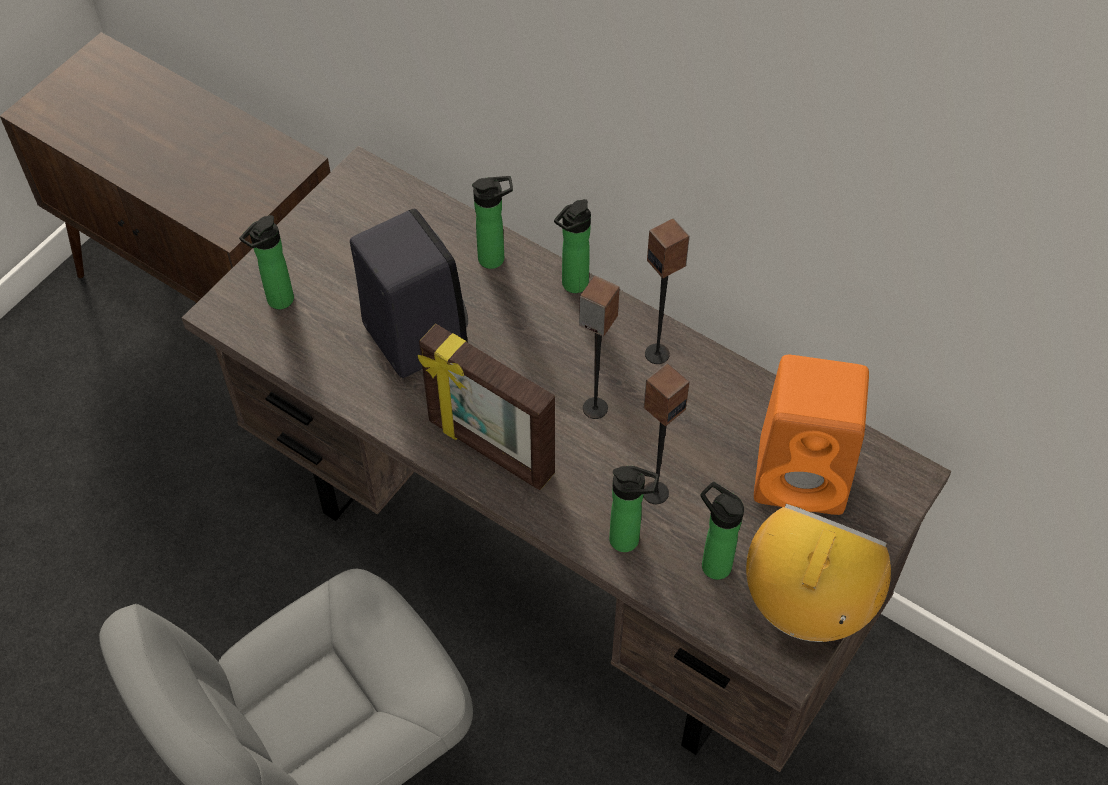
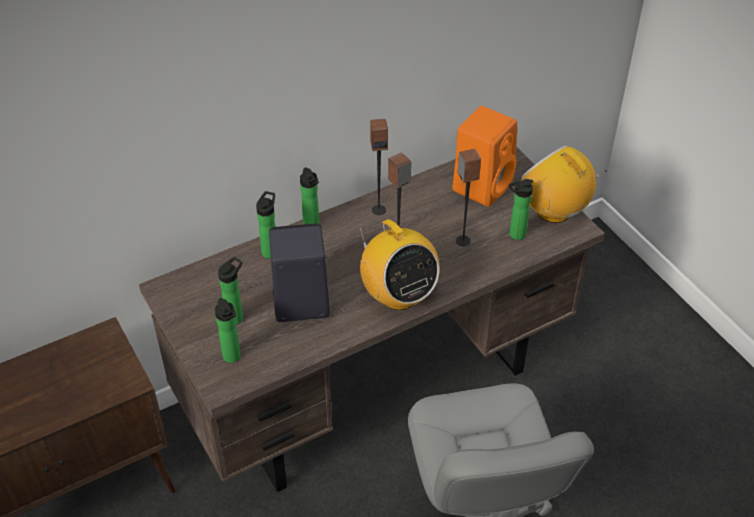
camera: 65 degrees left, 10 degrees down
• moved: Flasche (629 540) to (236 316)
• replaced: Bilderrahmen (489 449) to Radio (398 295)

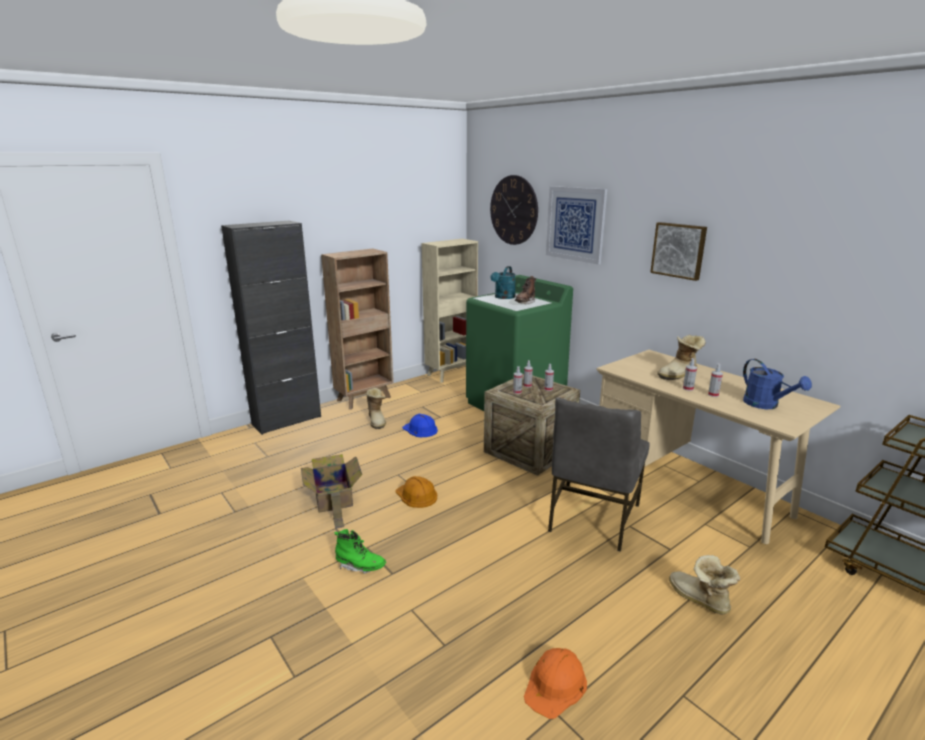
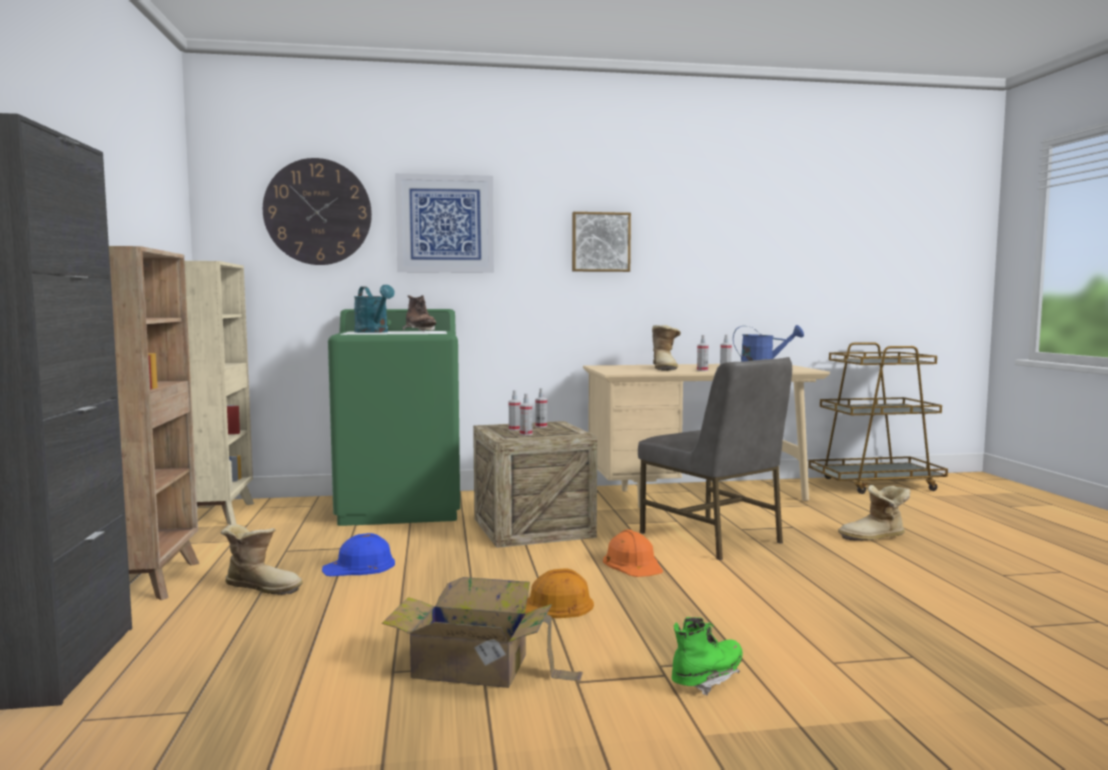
camera: 60 degrees left, 15 degrees down
• moved: Schutzhelm/orange (555 685) to (633 563)

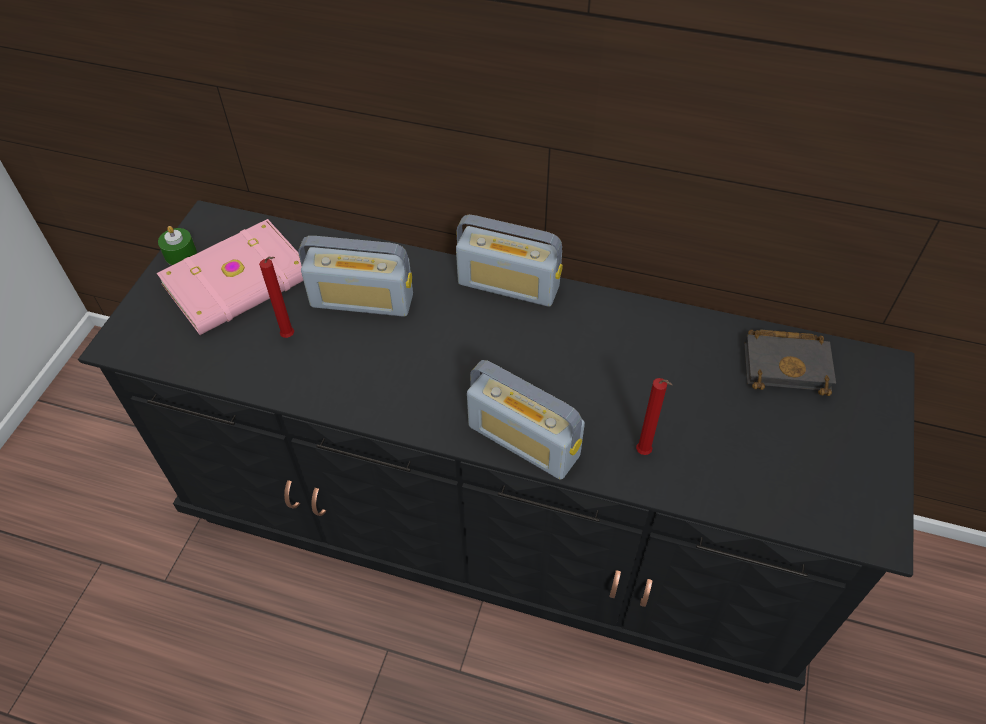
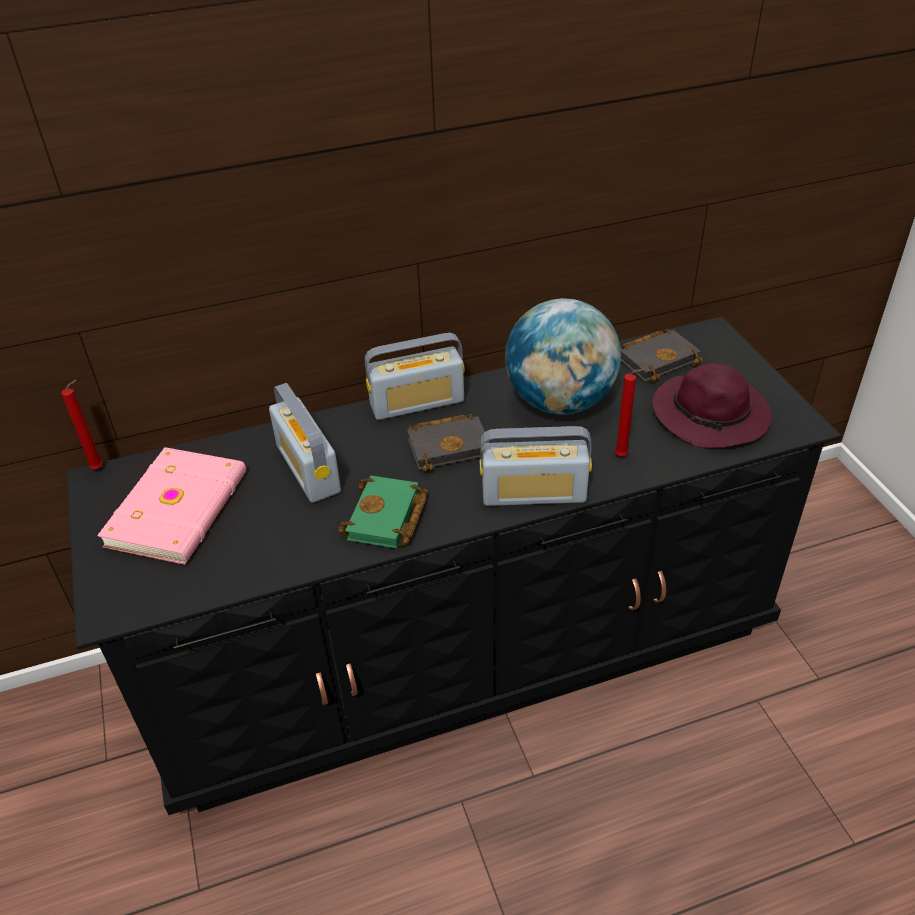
camera: 35 degrees left, 10 degrees down
• moved: Kerze/rot (290 337) to (100 468)
• turned: Radio (362 301) = (308 469) 90 degrees clockwise
• added: Buch/grün (387 519)
• added: Buch/schwarz (450 445)
• added: Globus (560 402)
• added: Hut/lila (712 416)
• removed: Kerze/grün (180 254)

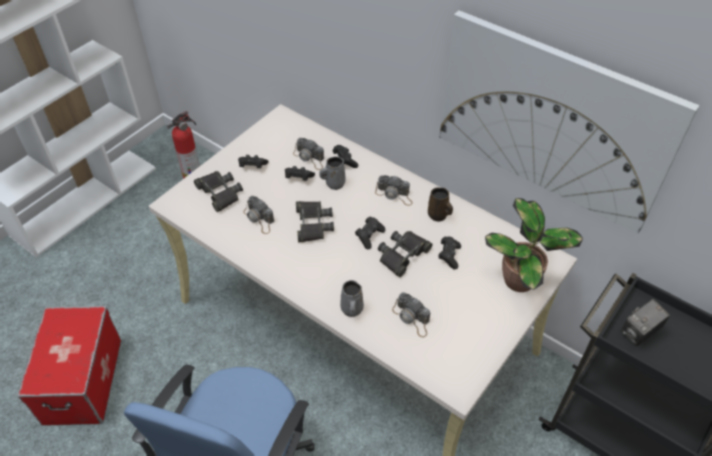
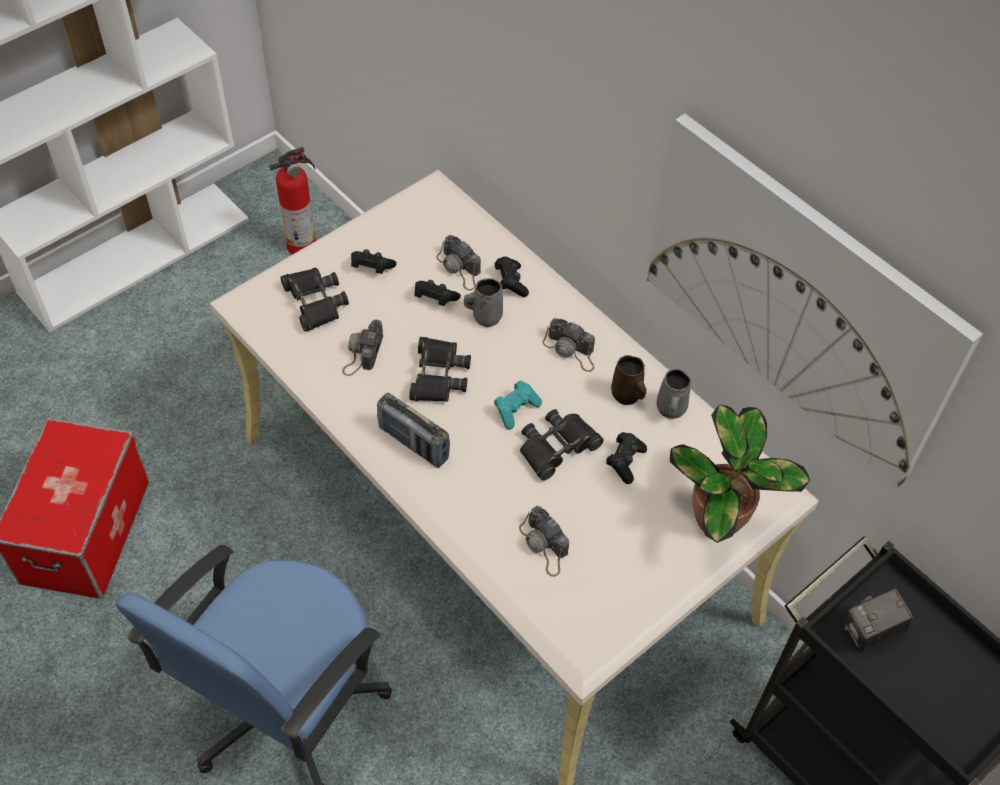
camera: 10 degrees right, 5 degrees up
• turned: Kamera (259 219) = (363 353) 45 degrees clockwise
• added: Radio (413 443)
• recoloured: Gamepad/schwarz (369 236) to Gamepad/türkis (516 409)
• moved: Henkelbecher/grau (351 310) to (670 409)

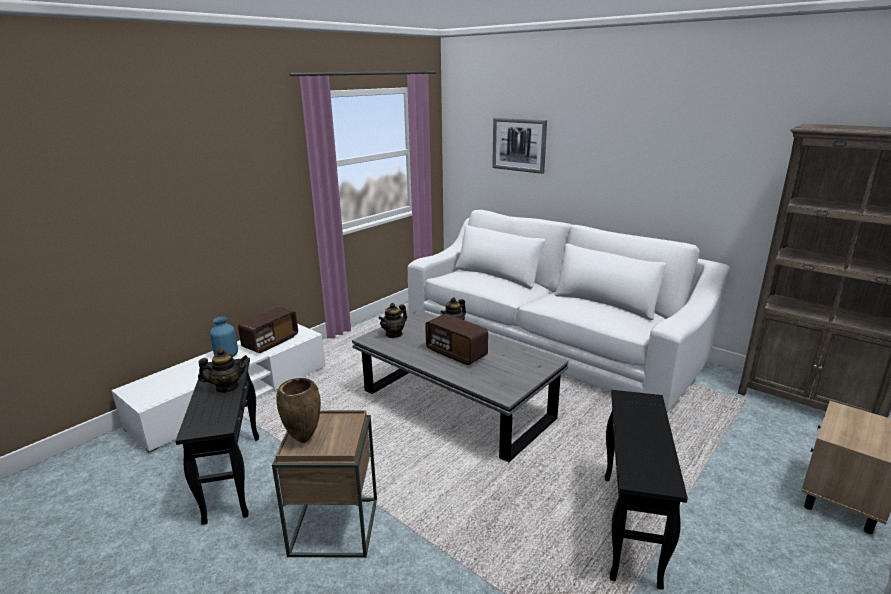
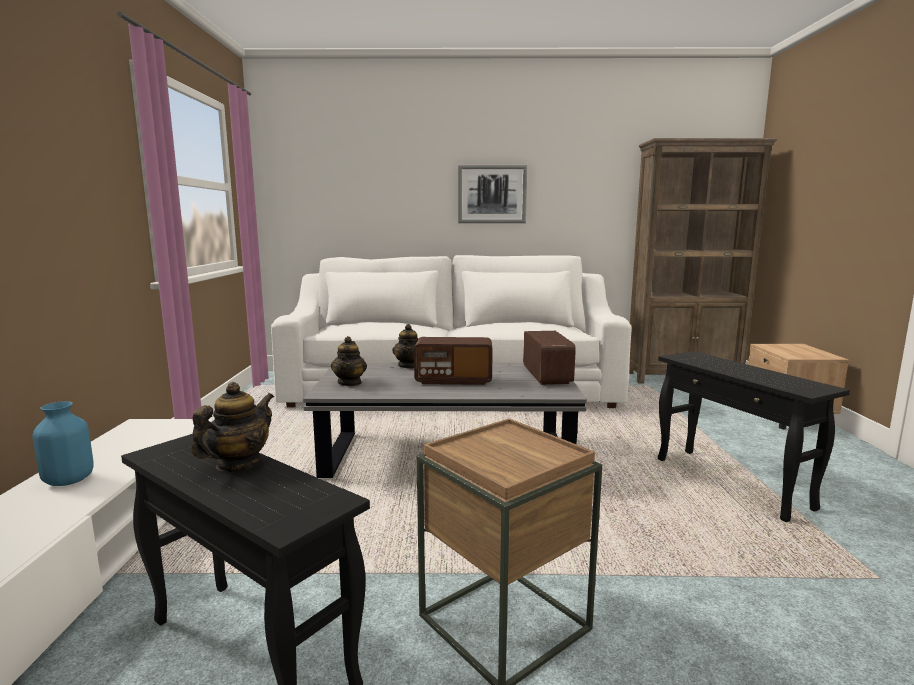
camera: 40 degrees left, 10 degrees down
• moved: Bild (519 145) to (492 194)
• moved: Radio (271 342) to (546 375)
• removed: Vase/braun (303 440)

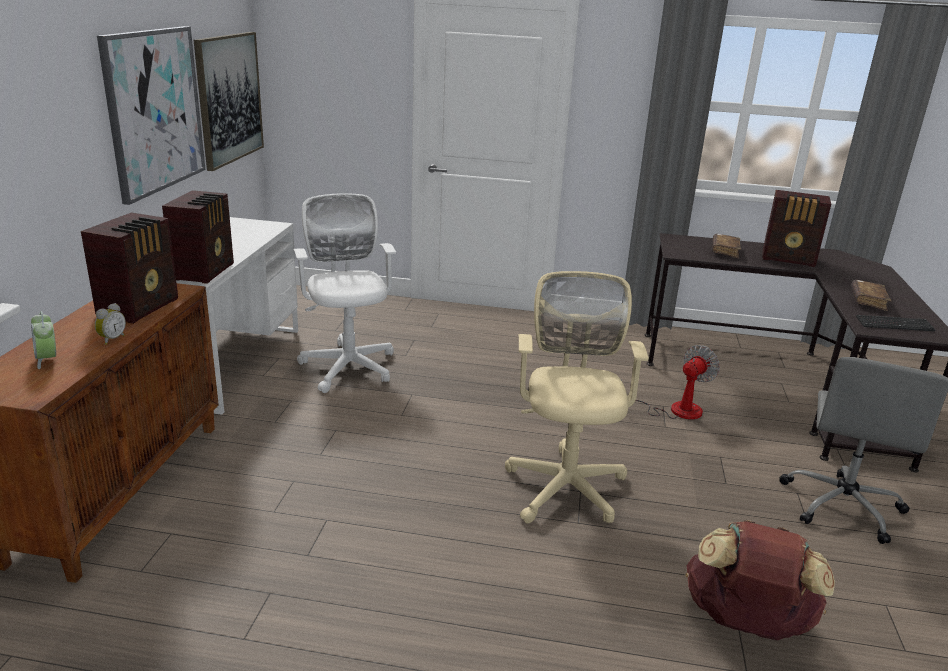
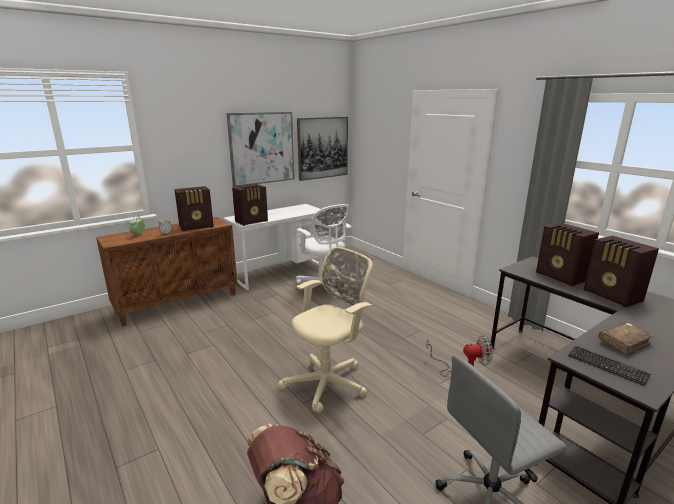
camera: 45 degrees right, 5 degrees down
• turned: Bürostuhl/weiß (348 364) = (323 288) 120 degrees clockwise
• replaced: Buch/braun (725 251) to Radio (561 277)

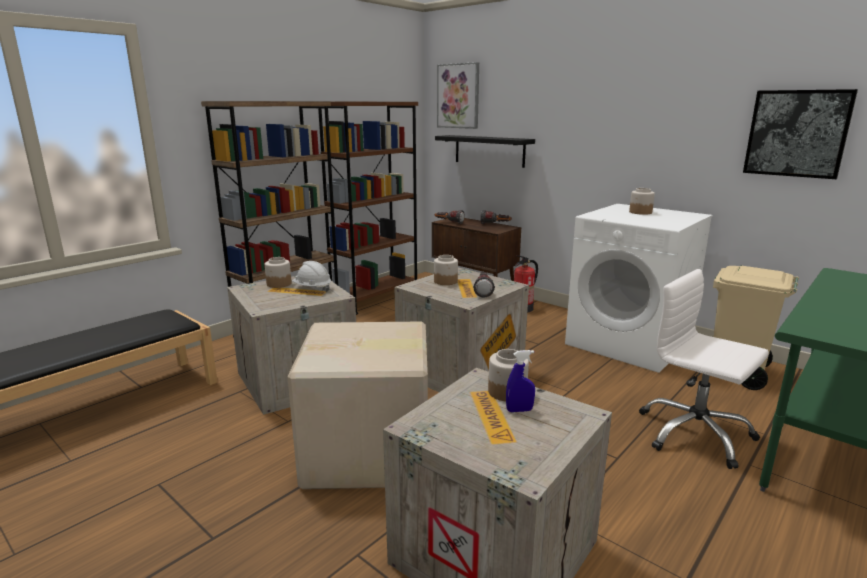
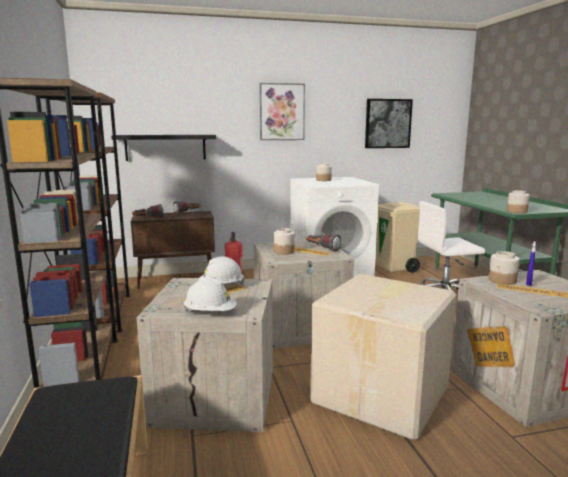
camera: 55 degrees left, 5 degrees down
• added: Schutzhelm/weiß (210 313)
• moved: Bild (458 96) to (282 112)
• moved: Vorratsglas (278 284) to (516 211)

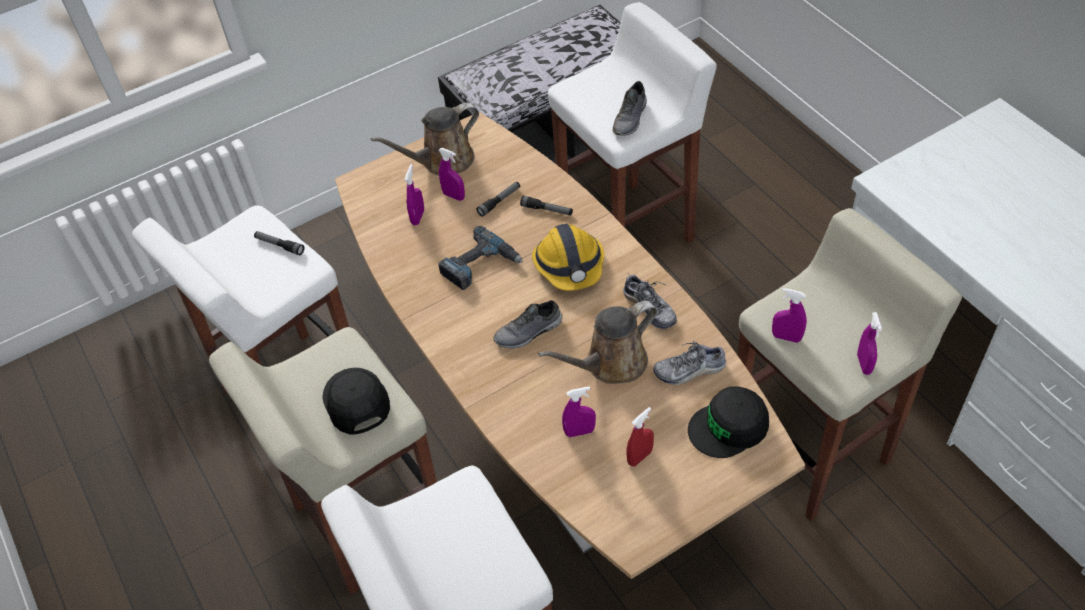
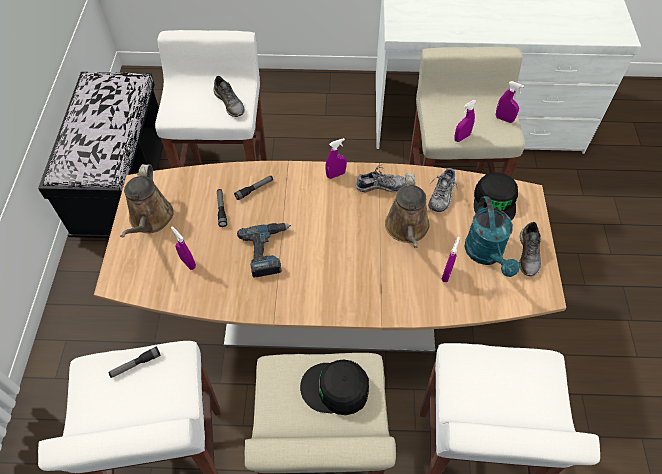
camera: 60 degrees left, 5 degrees up
• moved: Sprühflasche/lila (454 196) to (336 175)
• replaced: Sprühflasche/rot (640 457) to Gießkanne/türkis (486 255)
• moved: Schuh/grau (529 332) to (529 254)
• removed: Schutzhelm (570 265)

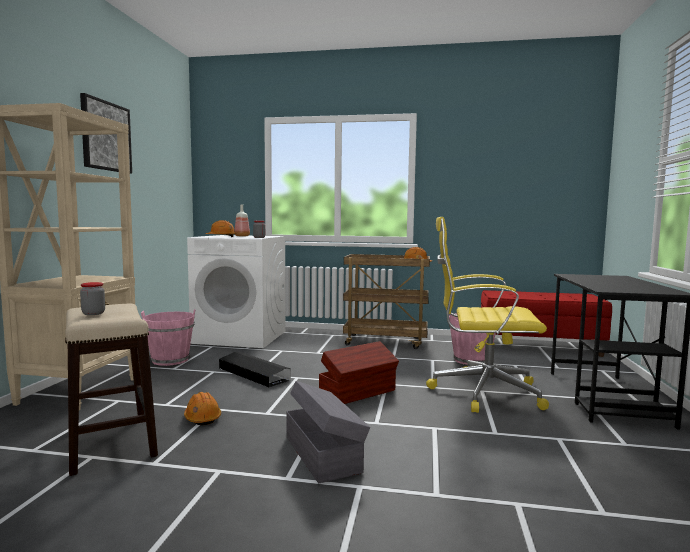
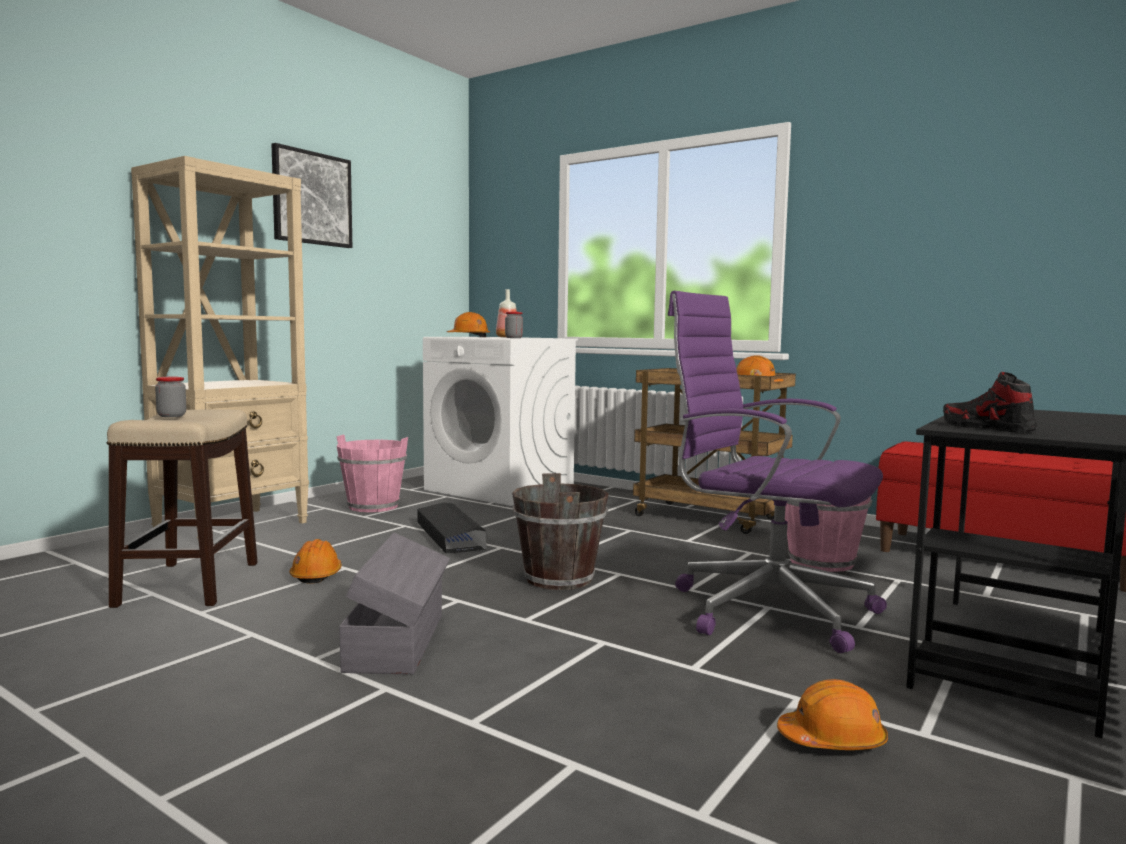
camera: 25 degrees right, 0 degrees up
• replaced: Aufbewahrungsbox/braun (359 393) to Eimer/braun (559 579)
• recoloured: Bürostuhl/gelb (482 392) to Bürostuhl/lila (766 608)
• added: Schutzhelm/orange (832 740)
• added: Schuh (987 428)

